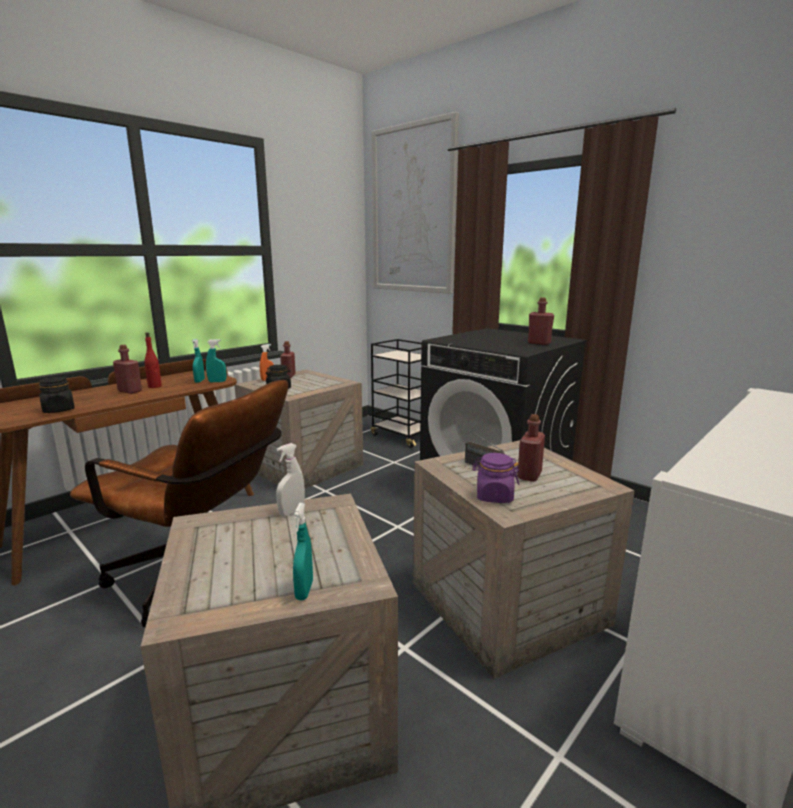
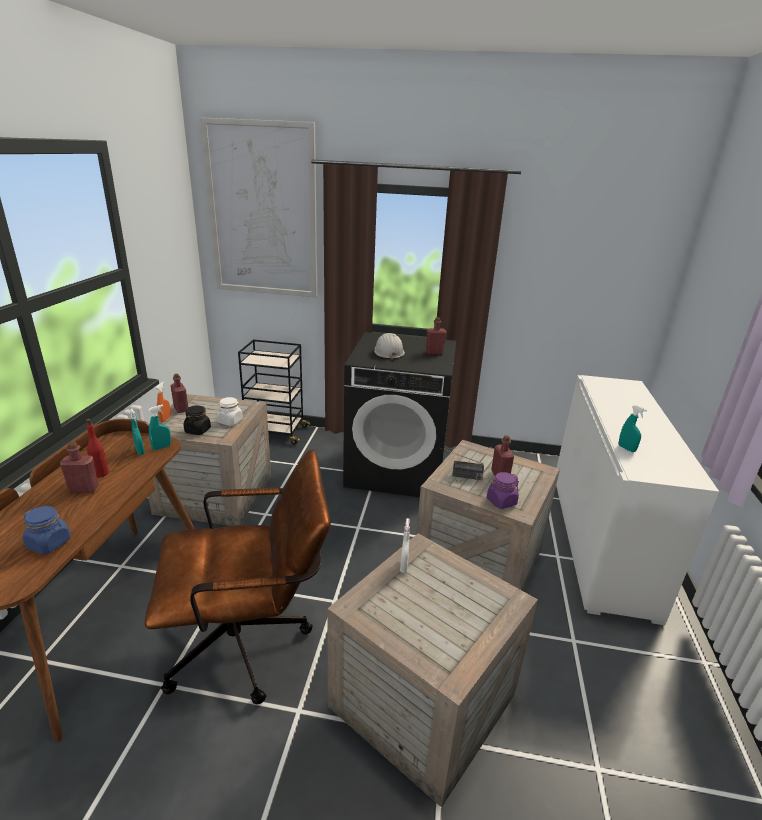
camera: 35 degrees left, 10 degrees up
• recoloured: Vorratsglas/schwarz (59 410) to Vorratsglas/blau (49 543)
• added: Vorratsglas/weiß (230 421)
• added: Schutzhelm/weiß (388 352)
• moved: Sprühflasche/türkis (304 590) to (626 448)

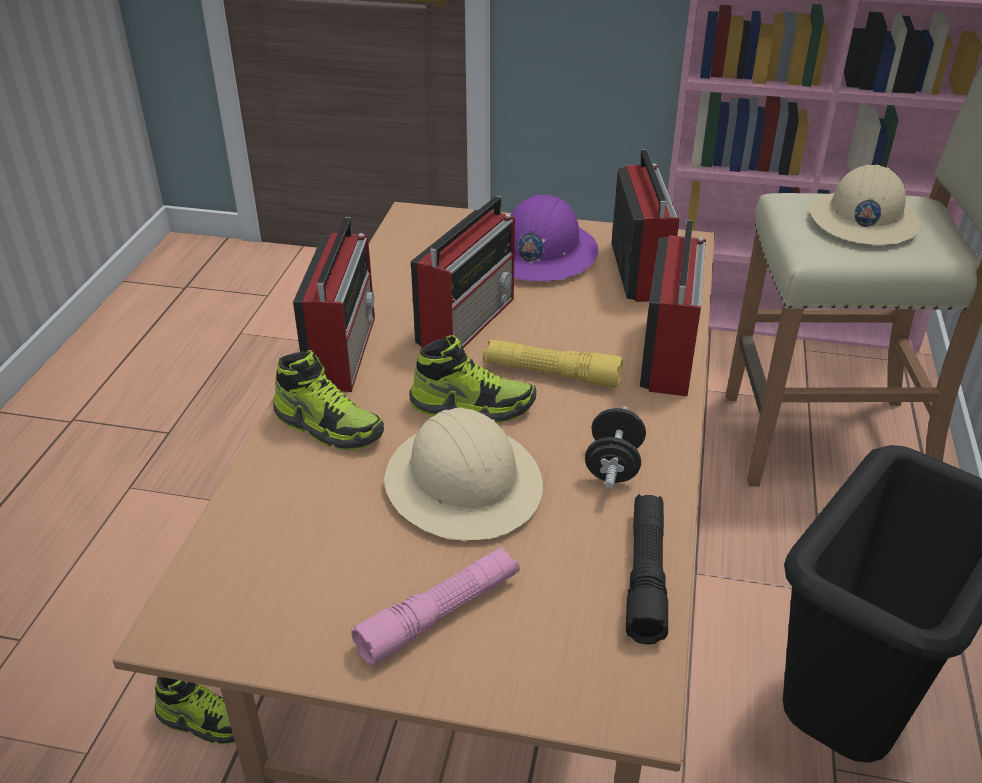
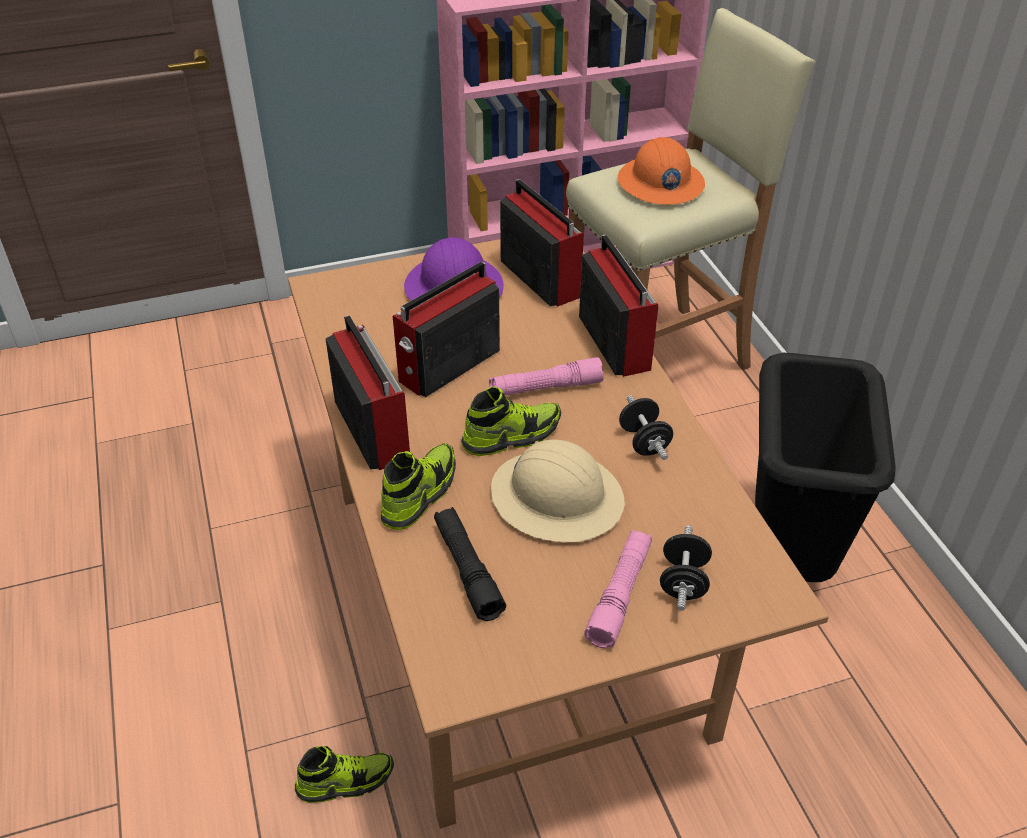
camera: 30 degrees left, 5 degrees up
• turned: Schuh (329 426) = (419 494) 60 degrees counterclockwise
• turned: Radio (468 320) = (447 366) 135 degrees counterclockwise
• moved: Taschenlampe/schwarz (646 575) to (467 570)
• recoloured: Taschenlampe/gelb (551 373) to Taschenlampe/rosa (545 388)
• recoloured: Schutzhelm/beige (862 221) to Schutzhelm/orange (660 183)
• added: Hantel/schwarz (683 582)

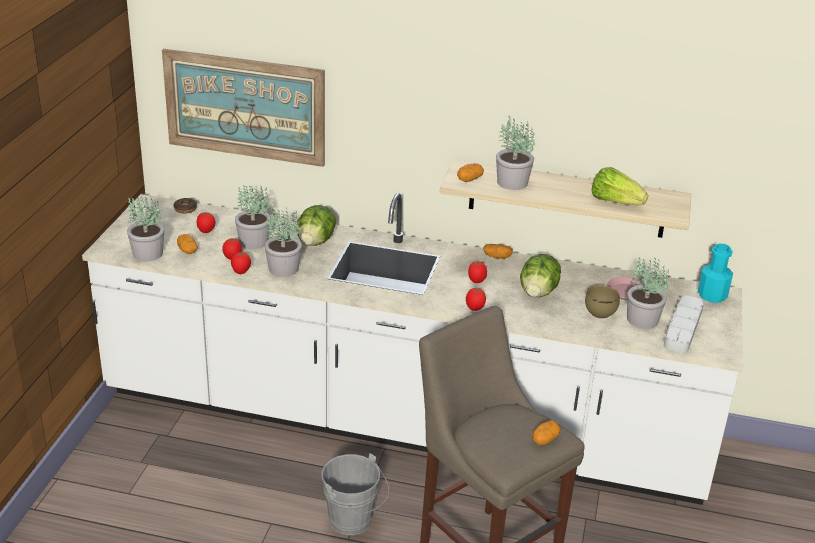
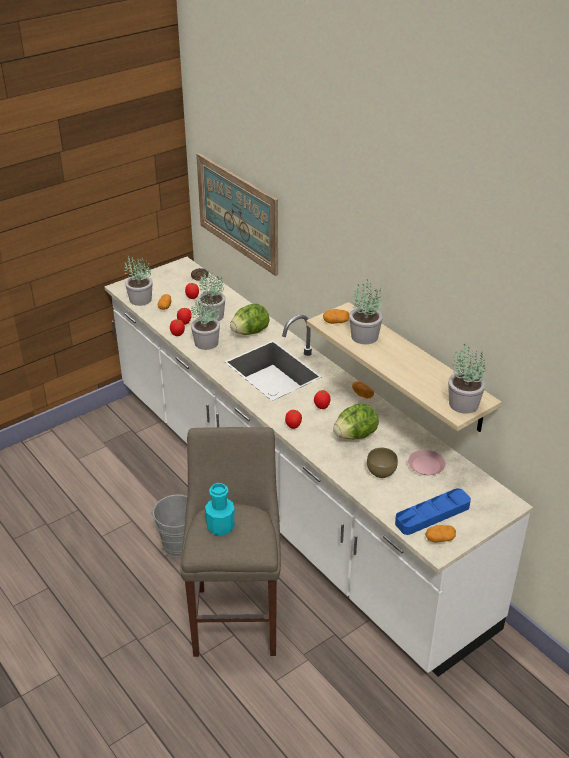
camera: 40 degrees right, 5 degrees up
• moved: Flasche/türkis (712 295) to (220 526)
• recoloured: Tablett/grau (683 328) to Tablett/blau (432 515)
• moved: Kartoffel (545 439) to (439 539)
• moved: Topfpflanze (641 320) to (463 404)
• removed: Salatkopf (615 202)

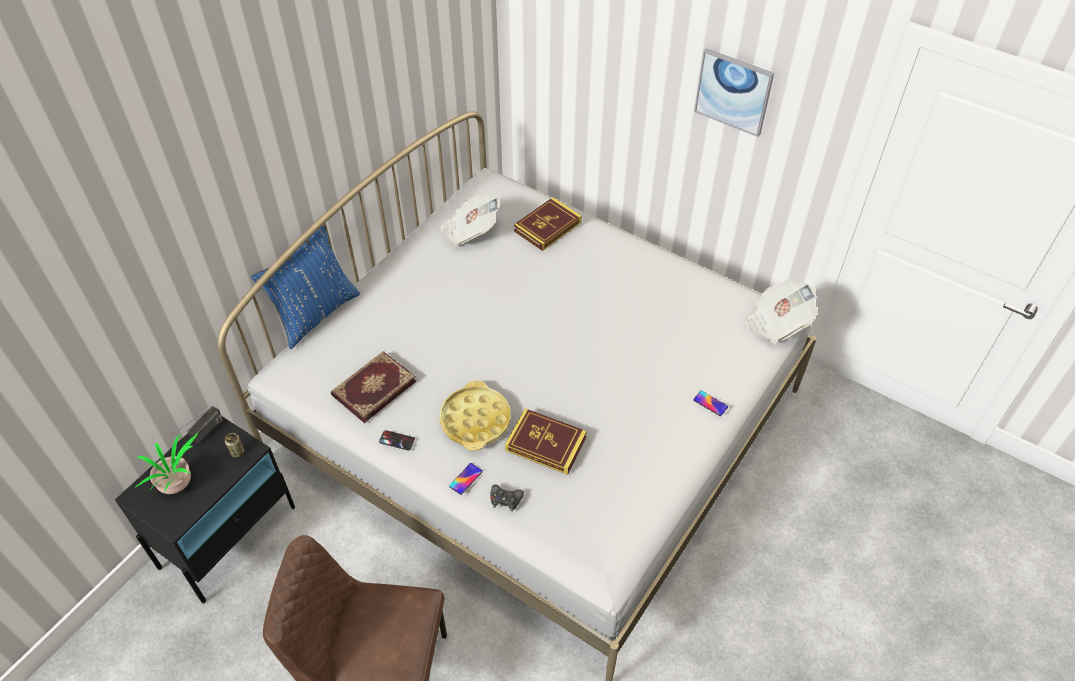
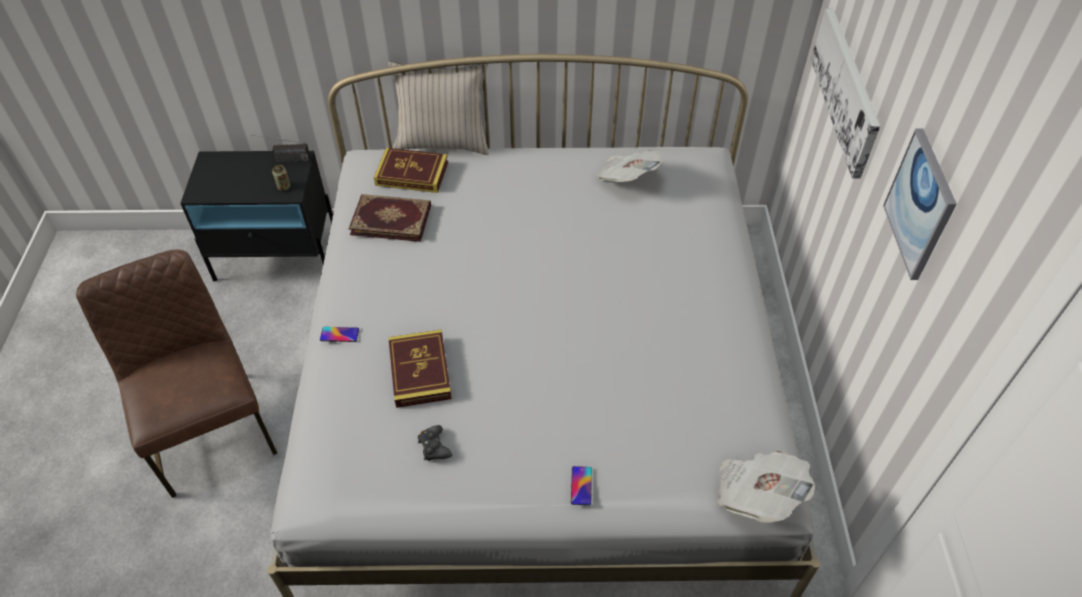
camera: 55 degrees right, 0 degrees up
• moved: Buch (547 227) to (412 174)
• recoloured: Kissen/blau (315 314) to Kissen/beige (443 142)
• moved: Gamepad/schwarz (505 499) to (434 447)
• added: Bild (846 89)
• removed: Topfpflanze (179 486)
• removed: Handy (397 440)
• removed: Tablett/gelb (475 420)

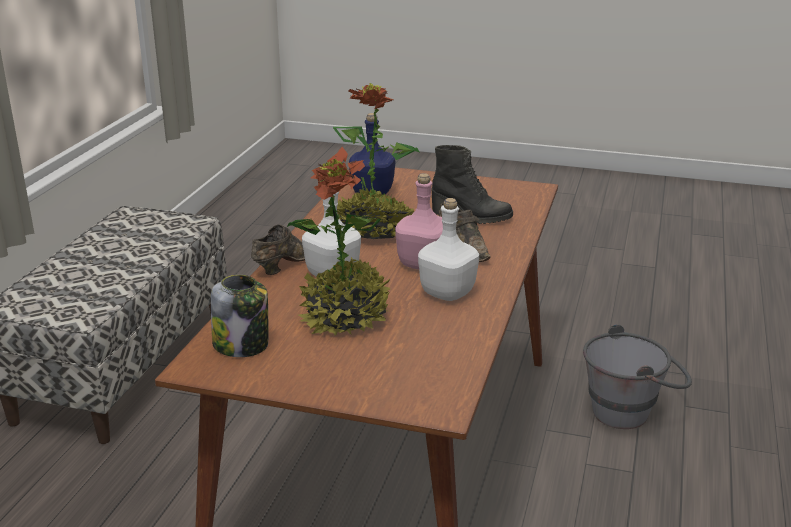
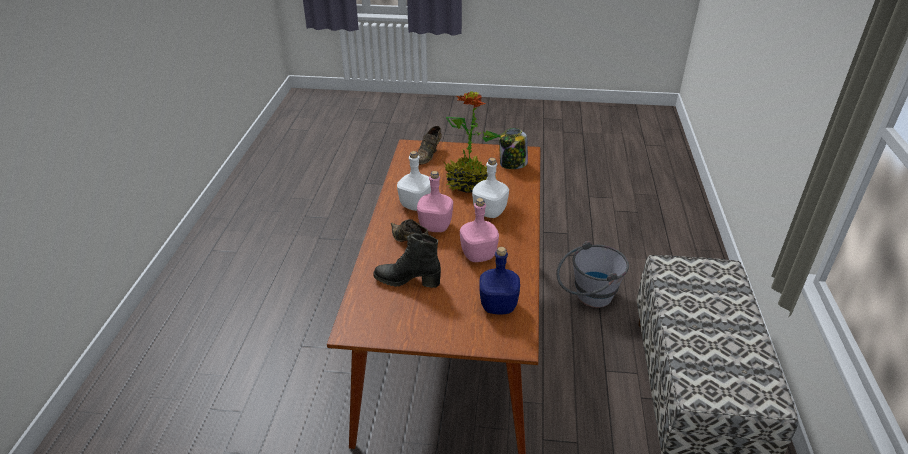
camera: 170 degrees right, 10 degrees up
• moved: Schuh/braun (283 265) to (429 155)
• replaced: Topfpflanze (373 231) to Flasche/rosa (479 255)
• moved: Eimer/grau (631 411) to (587 297)

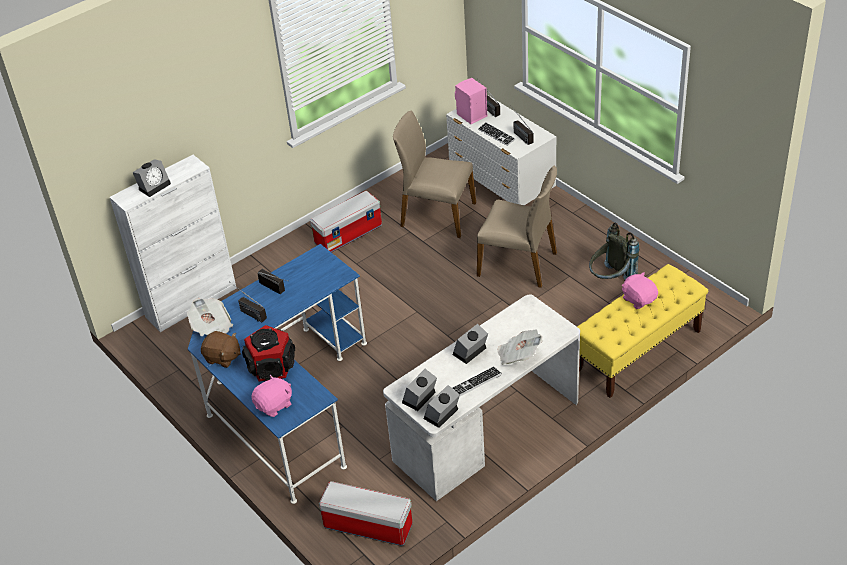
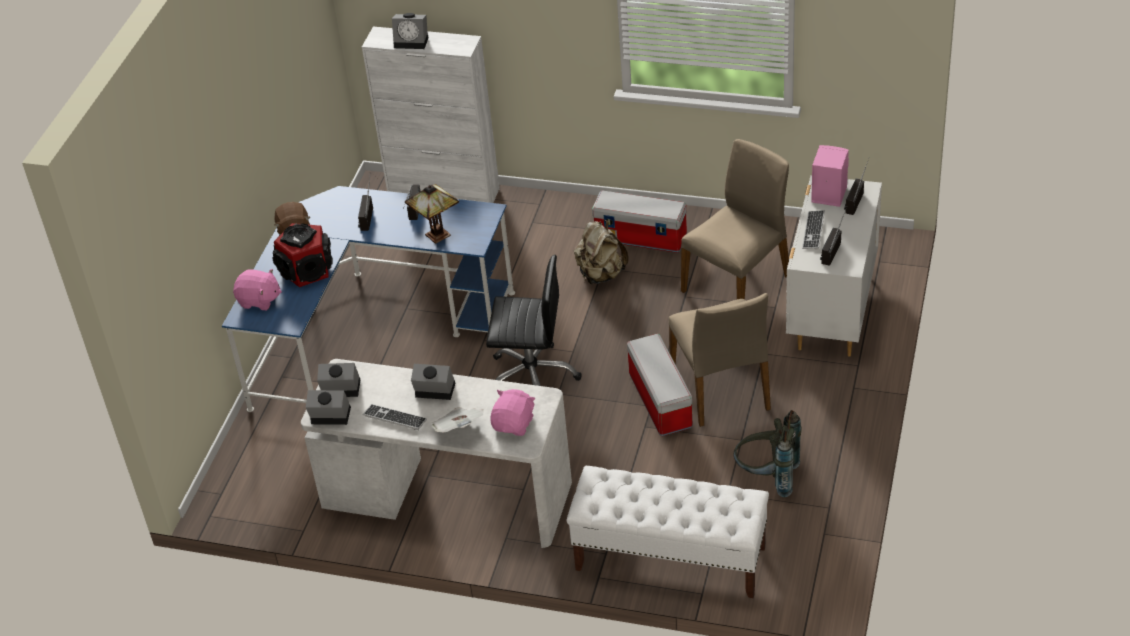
camera: 55 degrees right, 0 degrees up
• added: Tischlampe (437 236)
• added: Bürostuhl/schwarz (532 377)
• moved: Plüschtier/rosa (639 299) to (514 424)
• recoloured: Bank/gelb (638 351) to Bank/weiß (669 558)
• added: Rucksack/beige (601 274)
• moved: Aufbewahrungsbox (367 526) to (659 400)
• turned: Stuhl/beige (437 215) = (738 283) 60 degrees clockwise
• removed: Zeitung (212 328)

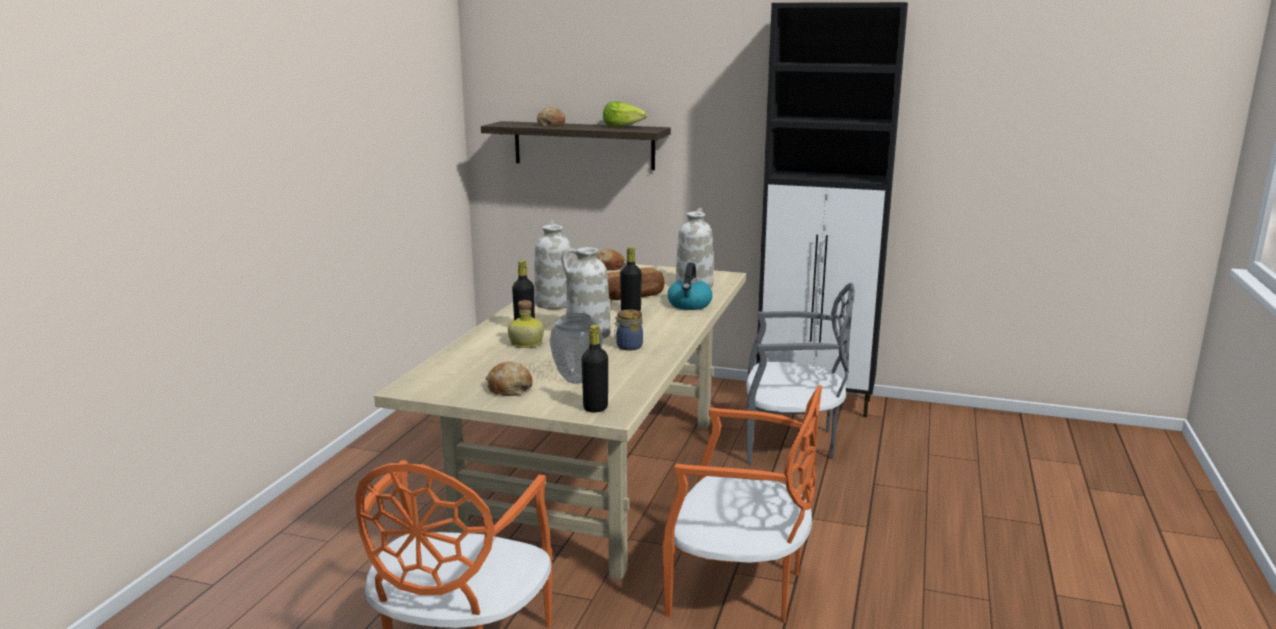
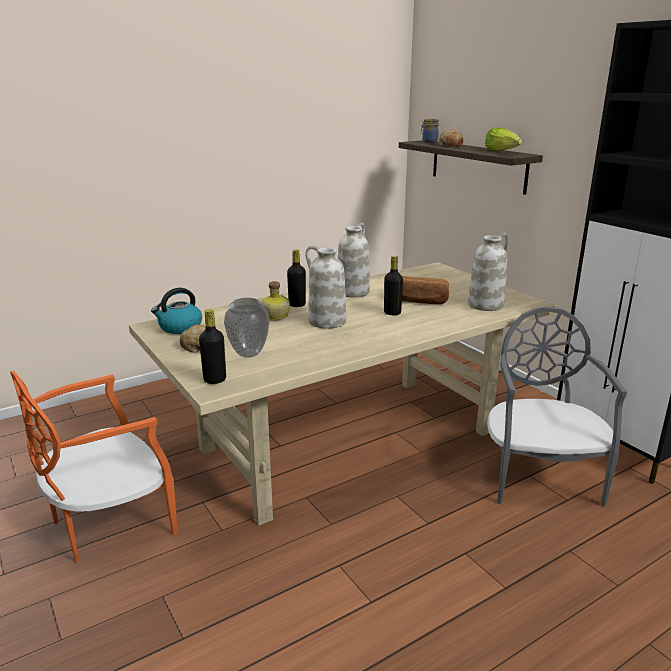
camera: 40 degrees right, 5 degrees up
• moved: Wasserkessel (689 305) to (180 328)
• moved: Vorratsglas (628 347) to (429 141)
• turned: Stuhl/grau (791 443) = (540 477) 135 degrees counterclockwise
• removed: Brot (609 267)
• removed: Stuhl/orange (739 588)

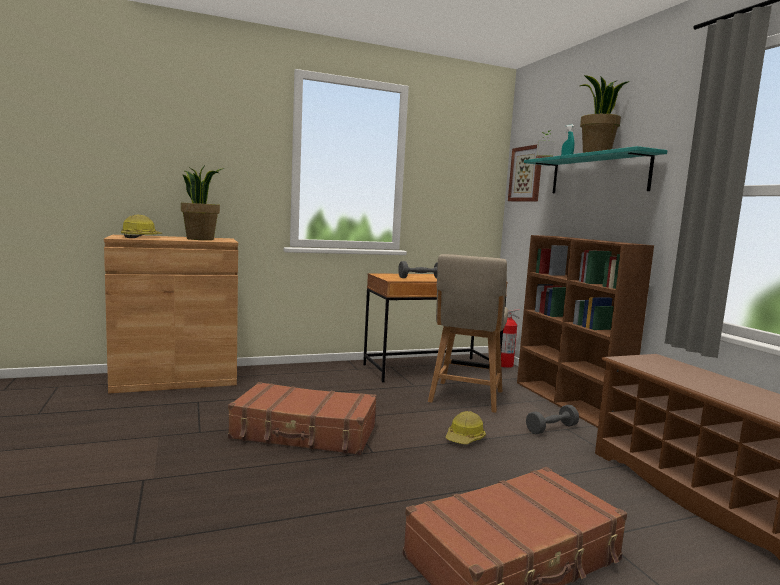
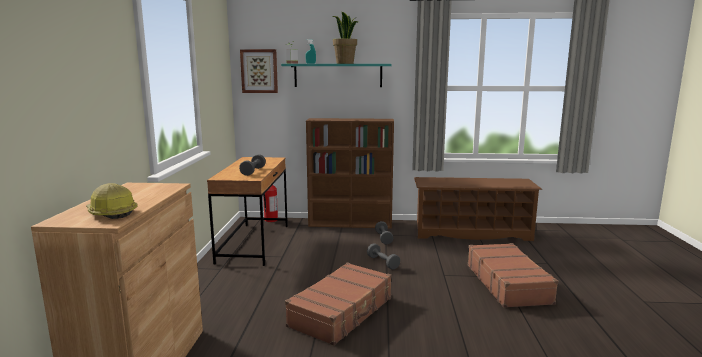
camera: 65 degrees left, 5 degrees up
• replaced: Schutzhelm (465 438) to Hantel/grau (383 262)
• removed: Topfpflanze (200 239)
• removed: Stuhl/beige (465 398)

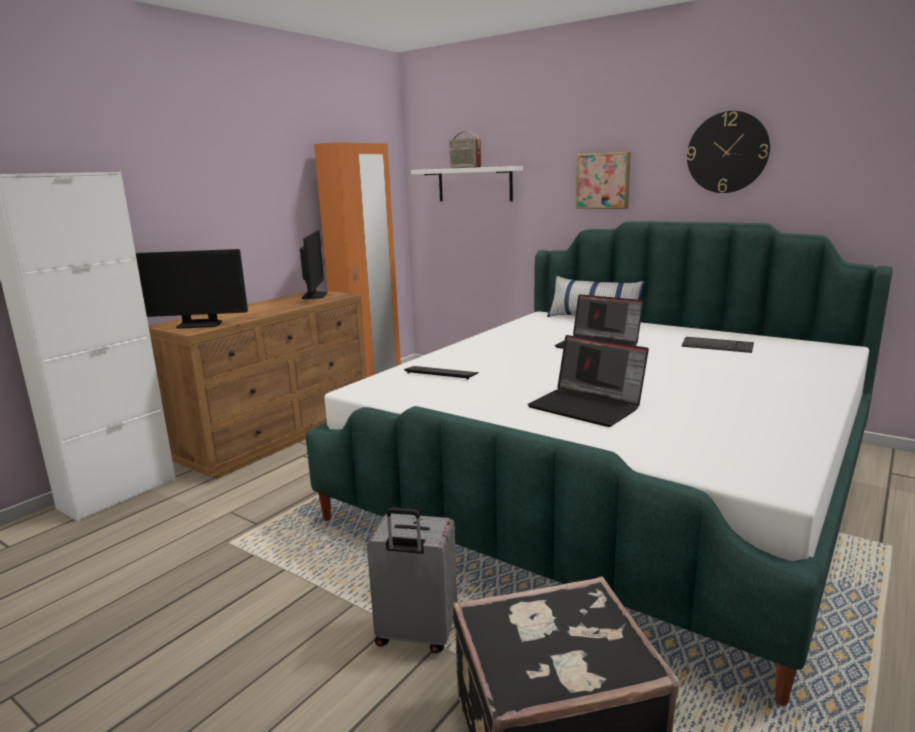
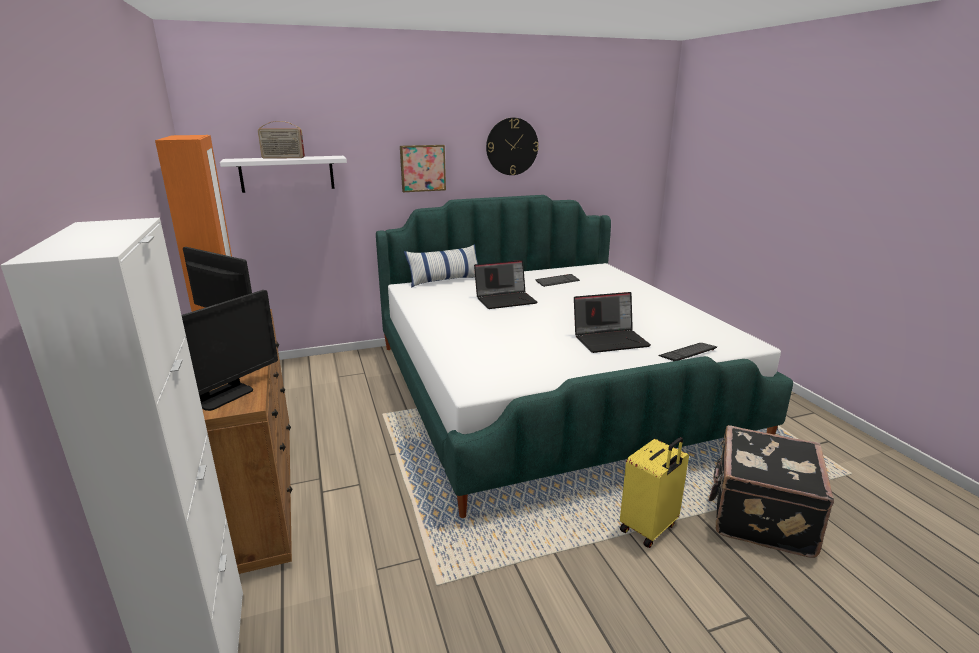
camera: 55 degrees left, 5 degrees up
• recoloured: Koffer/grau (415 636) to Koffer/gelb (649 528)
• moved: Tastatur (441 373) to (688 353)

